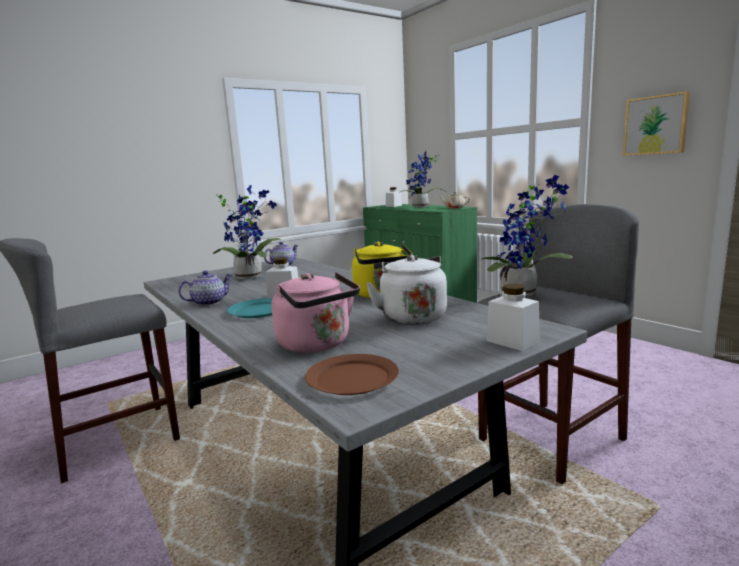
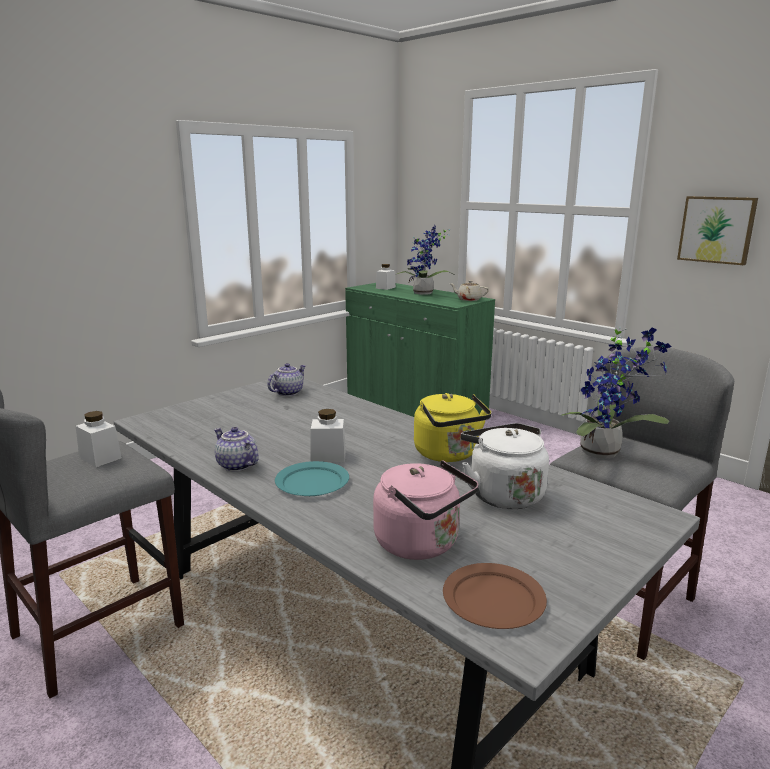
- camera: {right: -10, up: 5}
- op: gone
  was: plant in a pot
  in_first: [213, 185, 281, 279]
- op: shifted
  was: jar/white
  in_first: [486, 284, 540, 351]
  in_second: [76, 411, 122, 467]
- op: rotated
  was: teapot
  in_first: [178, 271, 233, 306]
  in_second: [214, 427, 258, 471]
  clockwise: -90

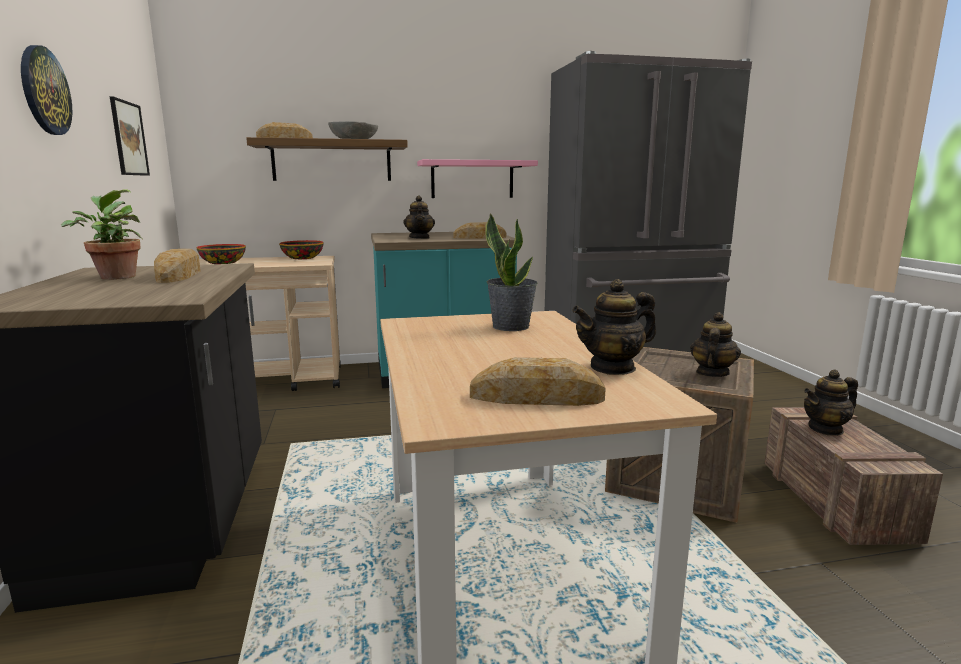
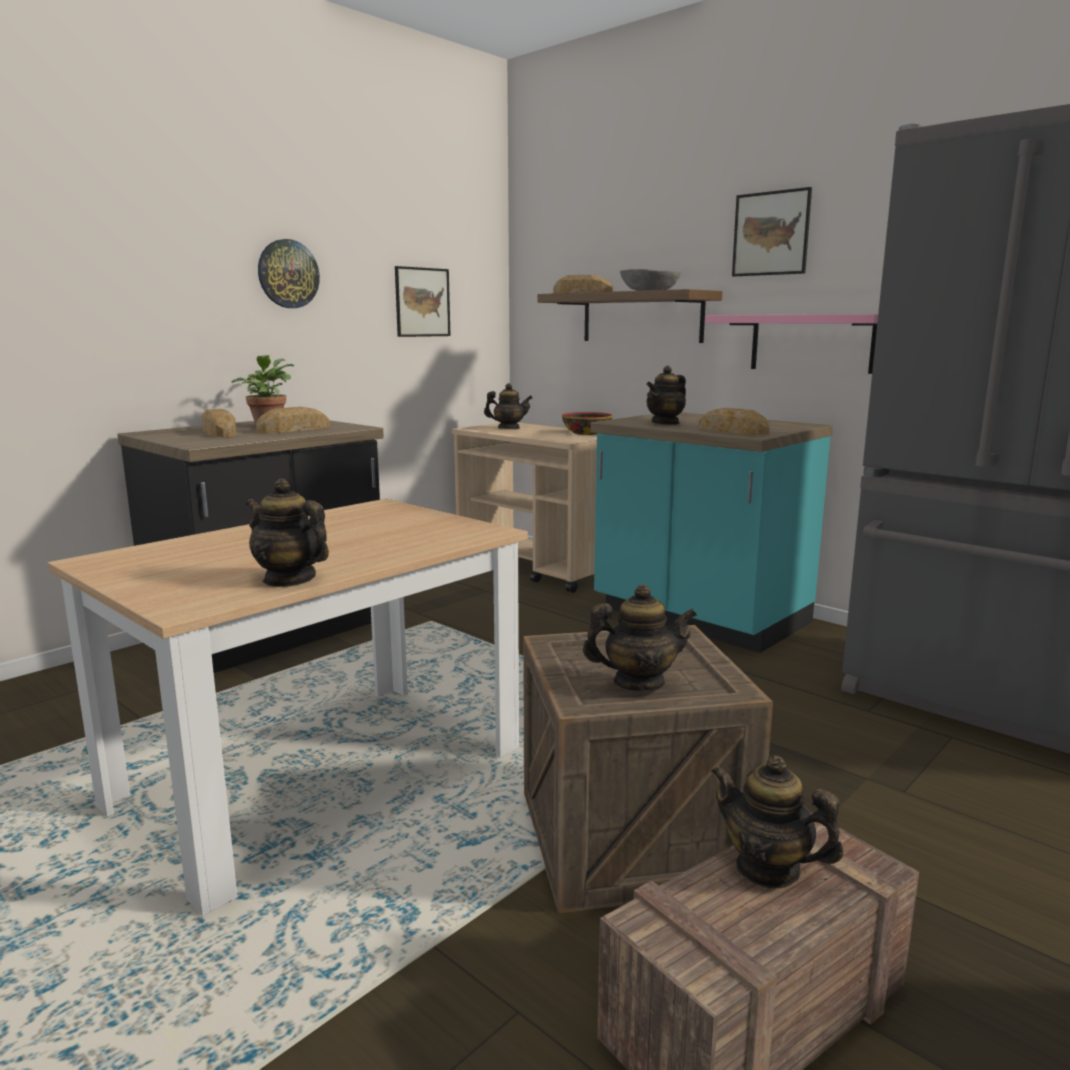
- camera: {right: 55, up: 0}
- op: gone
  was: plant in a pot
  in_first: [486, 213, 537, 331]
- op: new
  now: wall picture
  in_second: [732, 187, 812, 276]
- op: shifted
  was: bread
  in_first: [470, 357, 606, 406]
  in_second: [202, 409, 237, 437]
- op: swapped
  was: serving bowl
  now: teapot
  in_first: [197, 244, 246, 264]
  in_second: [484, 383, 533, 429]

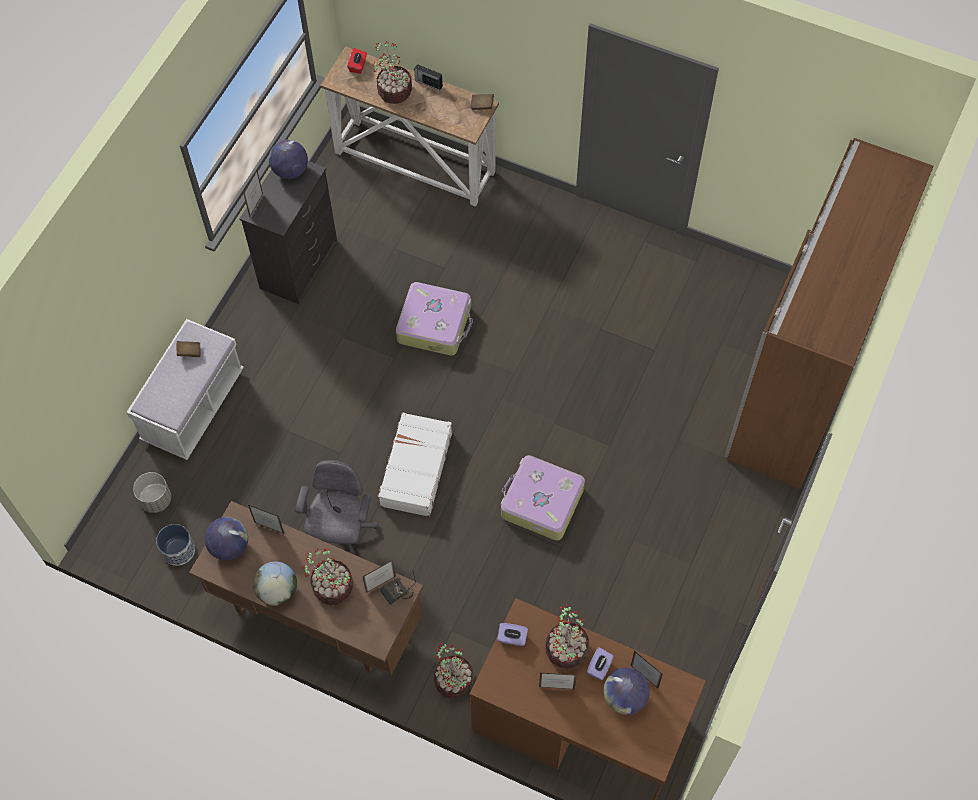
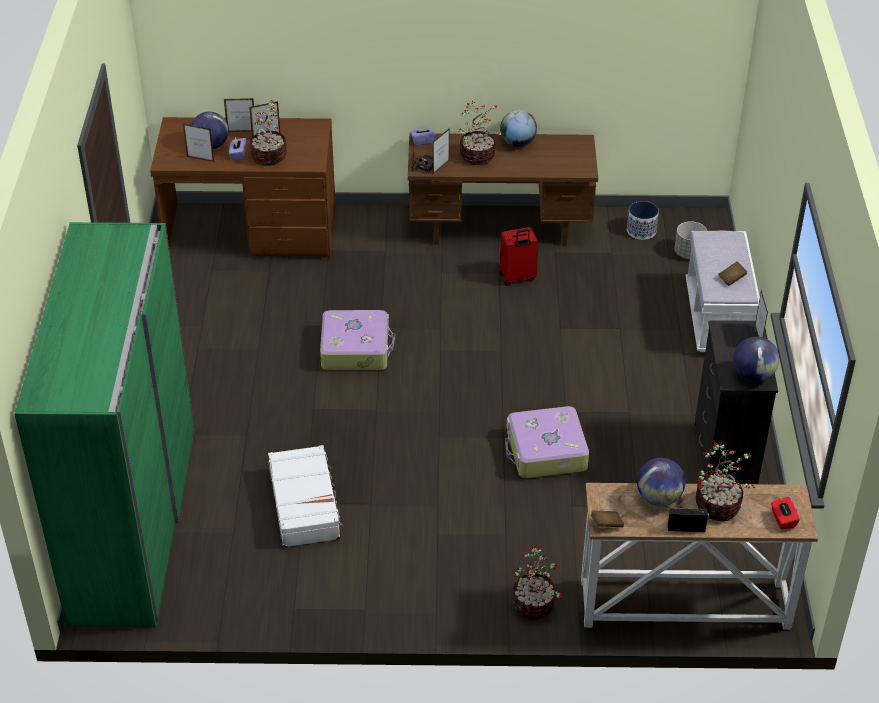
- camera: {right: 155, up: -20}
- op: shifted
  was: globe
  in_first: [204, 517, 248, 560]
  in_second: [637, 458, 686, 506]
- op: shifted
  was: standing frame
  in_first: [248, 505, 284, 534]
  in_second: [224, 98, 254, 132]
- op: shifted
  was: piece of luggage/white
  in_first: [378, 412, 452, 517]
  in_second: [268, 445, 343, 548]
- op: shifted
  was: plant in a pot
  in_first: [434, 643, 474, 698]
  in_second: [512, 545, 563, 620]
- op: shifted
  was: box of tissues/purple-coloured
  in_first: [497, 623, 528, 646]
  in_second: [410, 125, 436, 146]
- op: swapped
  was: computer chair/gray
  now: piece of luggage/reddish
  in_first: [295, 460, 379, 555]
  in_second: [500, 227, 539, 286]
- op: repainted
  was: clothes cupboard/brown
  now: clothes cupboard/green-coloured
  in_first: [724, 138, 933, 489]
  in_second: [14, 222, 195, 628]

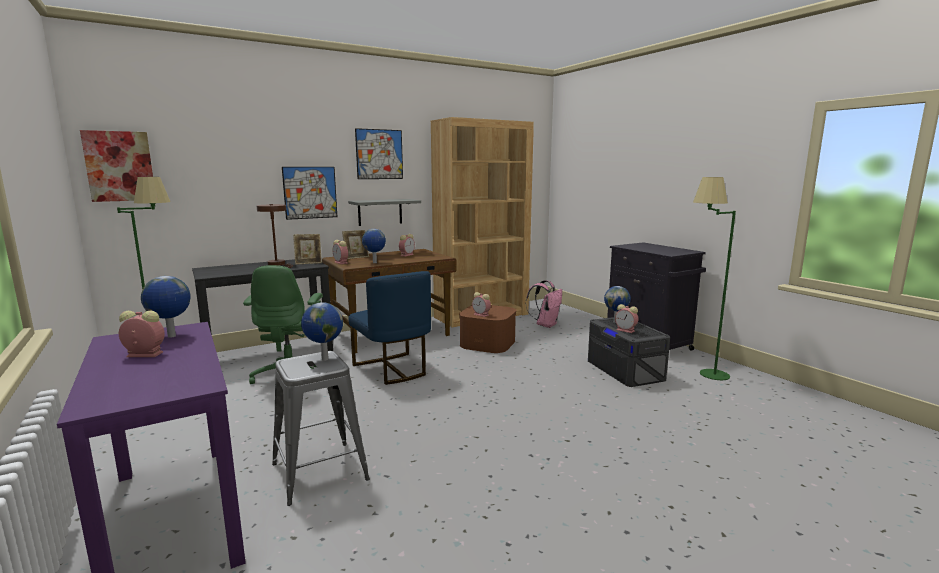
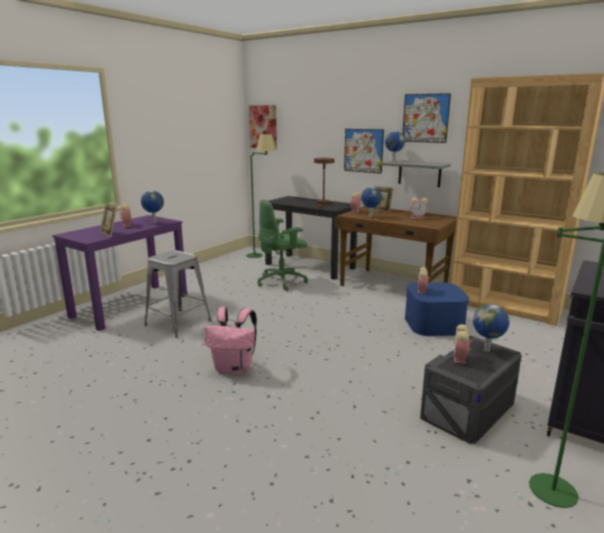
- camera: {right: 65, up: 5}
- op: gone
  was: upright chair/bluish
  in_first: [348, 271, 431, 385]
- op: shifted
  was: standing frame
  in_first: [293, 234, 322, 265]
  in_second: [100, 203, 117, 237]
- op: shifted
  was: globe
  in_first: [301, 302, 343, 361]
  in_second: [385, 131, 405, 162]
- op: shifted
  was: rucksack/pinkish
  in_first: [526, 280, 562, 328]
  in_second: [205, 307, 257, 375]
- op: repainted
  was: storage box/brown
  now: storage box/bluish
  in_first: [459, 305, 516, 353]
  in_second: [405, 282, 469, 336]

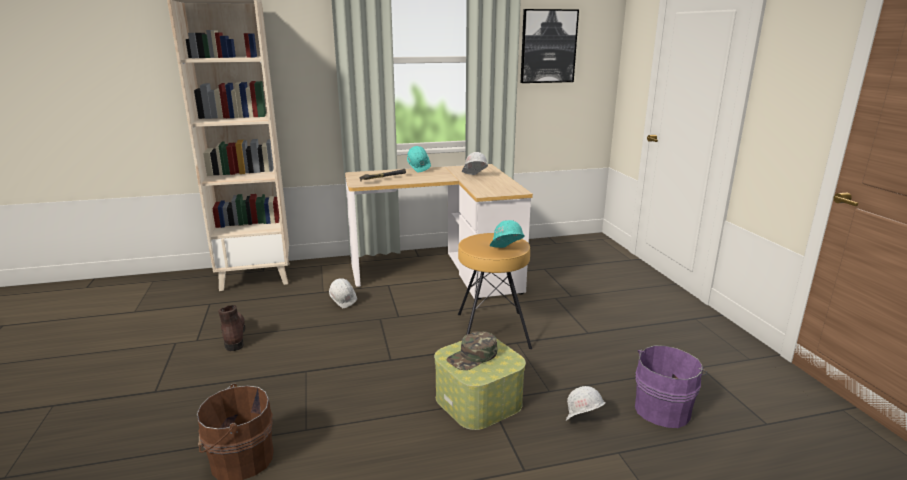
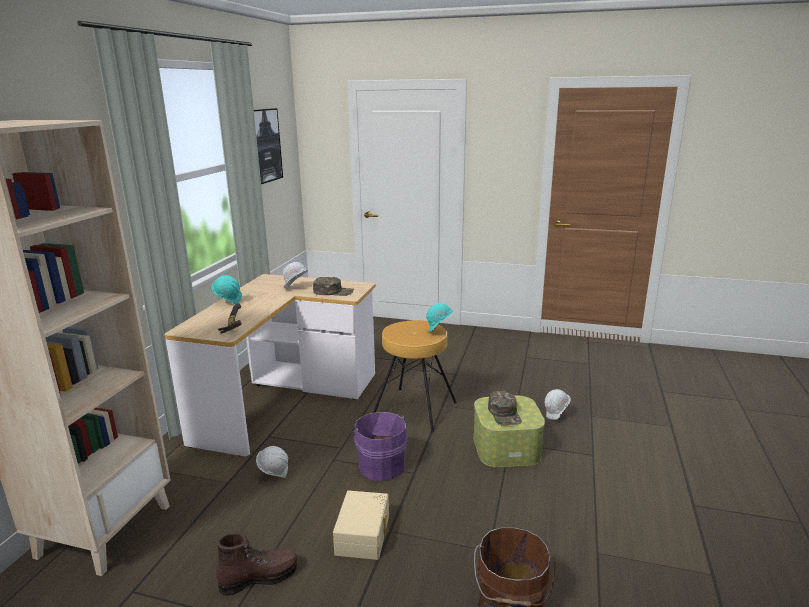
- camera: {right: -60, up: 0}
- op: new
  now: cap/green-coloured
  in_second: [313, 277, 354, 296]
- op: new
  now: storage box/beige
  in_second: [333, 490, 389, 560]
- op: shifted
  was: water bucket/purple-coloured
  in_first: [635, 345, 707, 428]
  in_second: [350, 412, 407, 481]
- op: rotated
  was: high-top boot/brown
  in_first: [218, 305, 245, 351]
  in_second: [216, 533, 297, 596]
  clockwise: 150

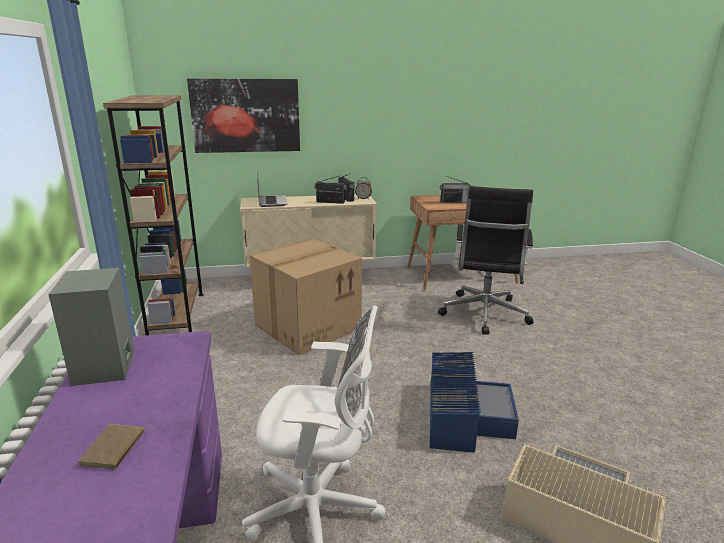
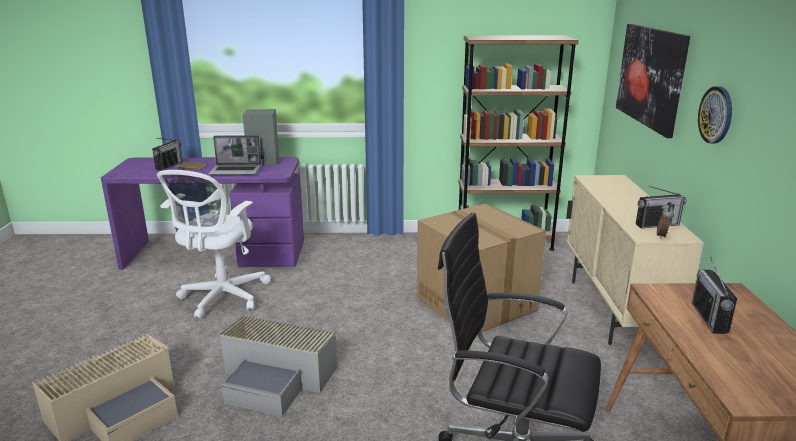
- camera: {right: 100, up: 0}
- op: new
  now: hanging clock
  in_second: [698, 86, 732, 143]
- op: shifted
  was: notebook computer
  in_first: [257, 171, 287, 207]
  in_second: [208, 135, 261, 175]
- op: shifted
  was: radio set
  in_first: [314, 176, 347, 204]
  in_second: [152, 138, 183, 171]
- op: repainted
  was: storage box/bluish
  now: storage box/gray
  in_first: [430, 352, 519, 453]
  in_second: [220, 315, 337, 416]

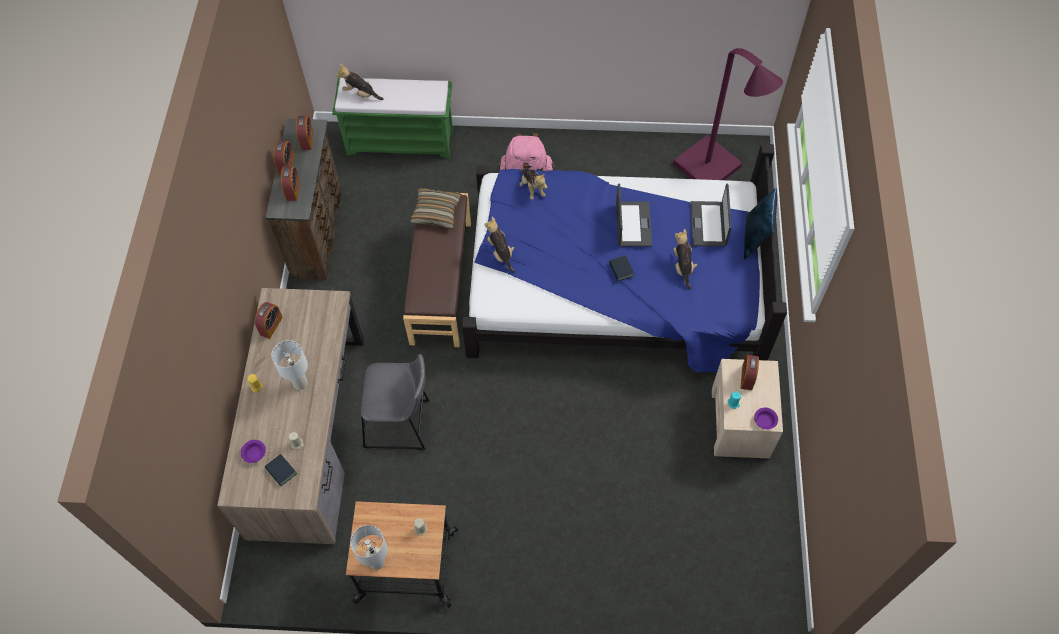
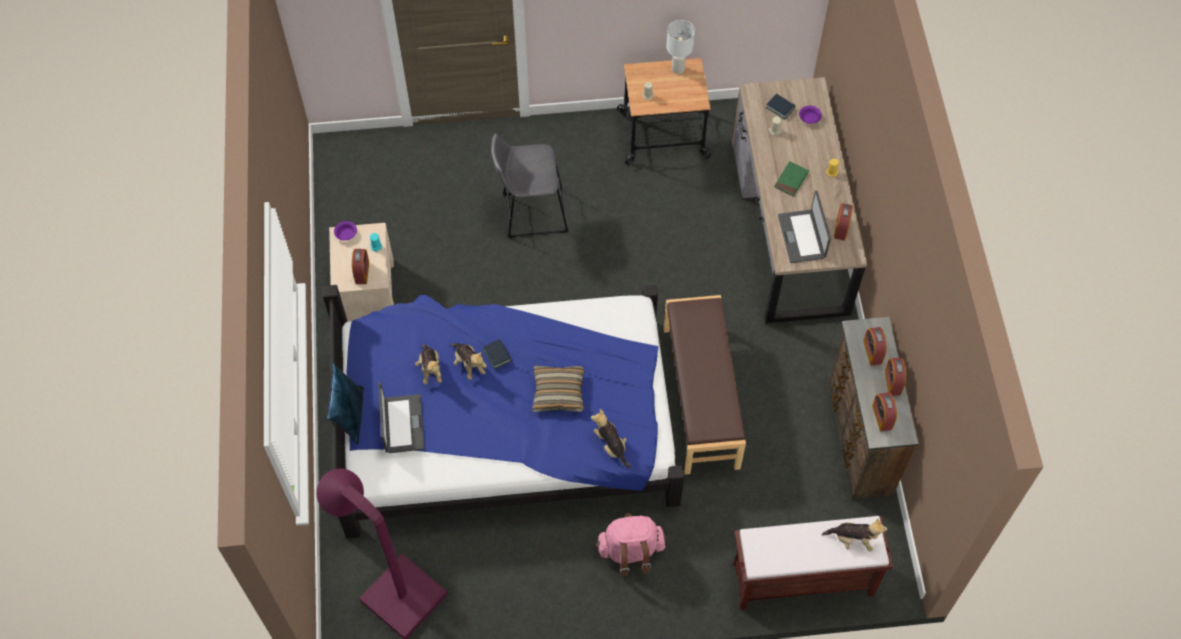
- camera: {right: 170, up: 0}
- op: shifted
  was: sitting stool/gray
  in_first: [361, 354, 430, 450]
  in_second: [491, 134, 569, 238]
- op: shifted
  was: pillow
  in_first: [411, 188, 461, 228]
  in_second: [532, 366, 584, 412]
- op: shifted
  was: soft toy
  in_first: [485, 217, 515, 273]
  in_second: [451, 343, 487, 380]
- op: shifted
  was: notebook computer
  in_first: [616, 183, 652, 247]
  in_second: [778, 191, 831, 263]
- op: swapped
  was: tabletop lamp/white
  now: volume/green-coloured
  in_first: [271, 340, 308, 390]
  in_second: [774, 161, 809, 197]
- op: repainted
  was: bench/green-coloured
  now: bench/brown
  in_first: [332, 78, 453, 158]
  in_second: [733, 516, 893, 610]

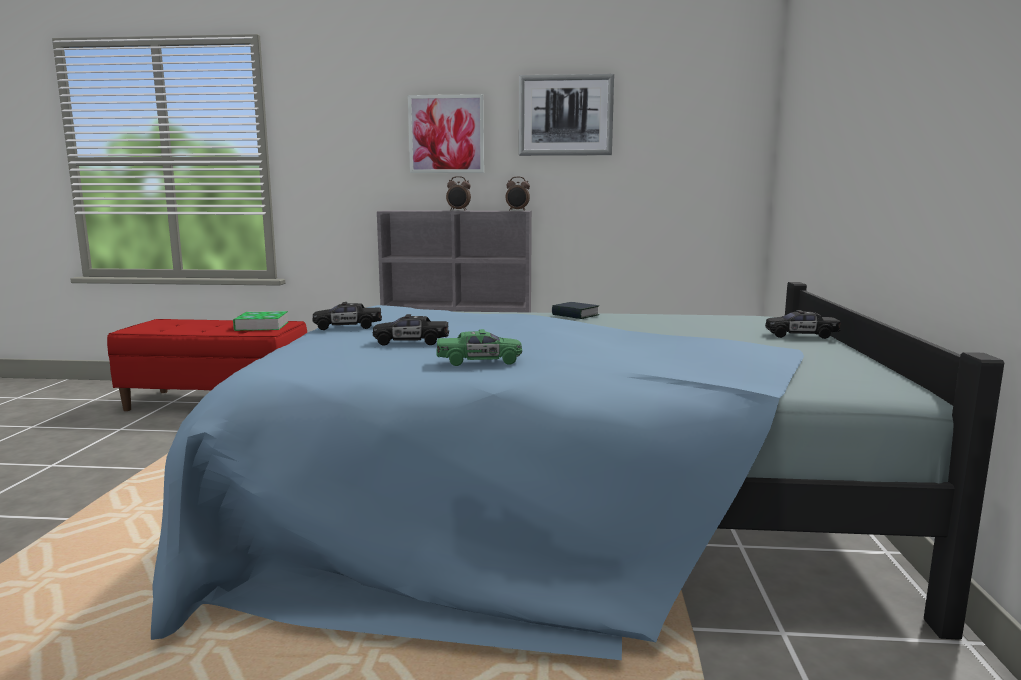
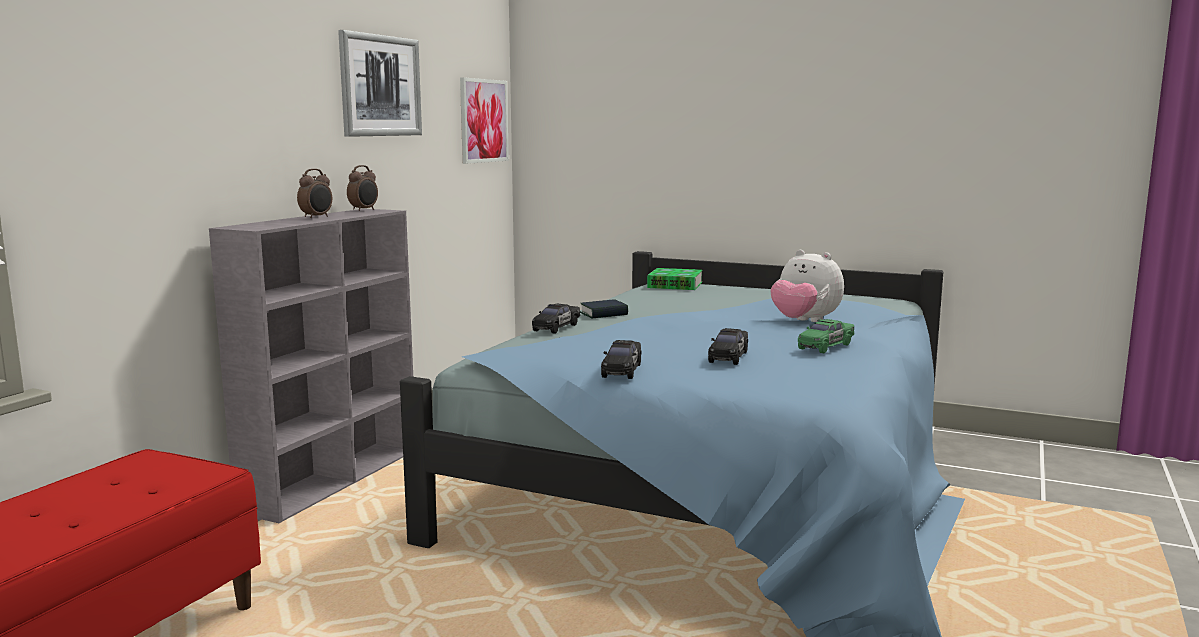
- camera: {right: -70, up: 0}
- op: new
  now: soft toy
  in_second: [770, 250, 844, 322]
- op: shifted
  was: volume
  in_first: [233, 311, 288, 331]
  in_second: [647, 268, 702, 290]
- op: shifted
  was: wall picture
  in_first: [408, 94, 484, 173]
  in_second: [460, 77, 509, 164]
- op: shifted
  was: model car/blackish
  in_first: [765, 310, 841, 339]
  in_second: [532, 304, 580, 334]
- op: rotated
  was: model car/green-coloured
  in_first: [436, 329, 522, 366]
  in_second: [798, 319, 855, 353]
  clockwise: -150

